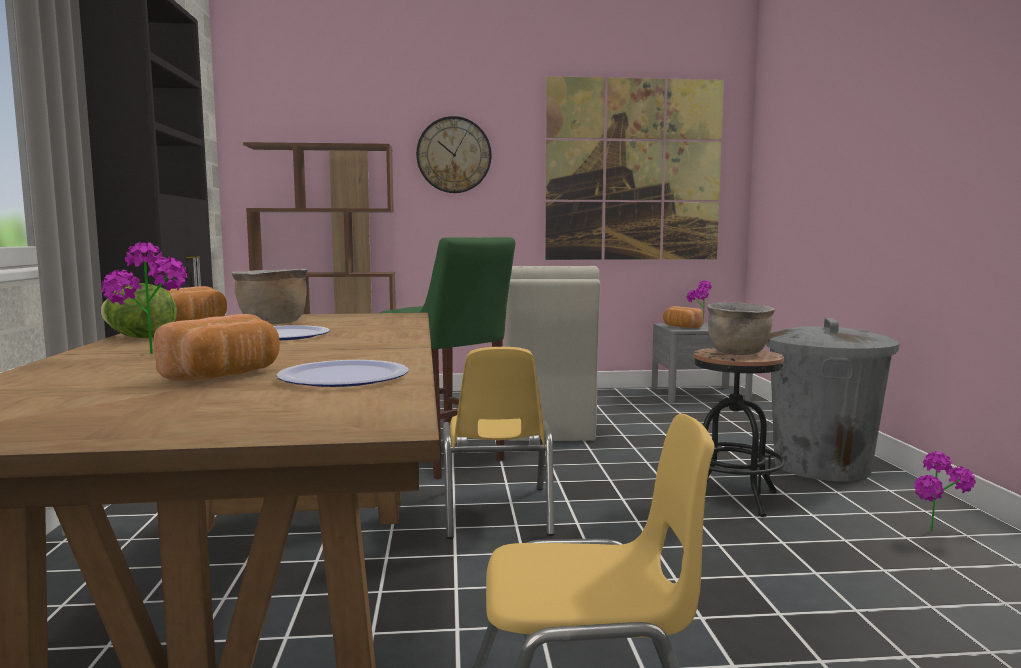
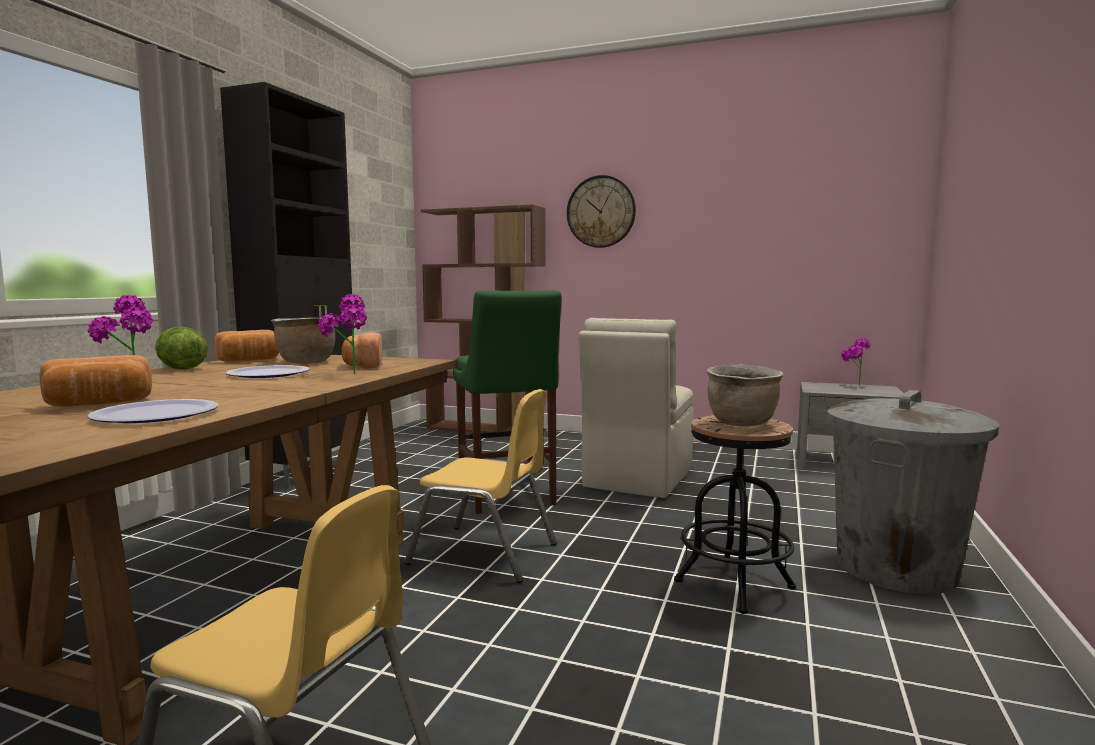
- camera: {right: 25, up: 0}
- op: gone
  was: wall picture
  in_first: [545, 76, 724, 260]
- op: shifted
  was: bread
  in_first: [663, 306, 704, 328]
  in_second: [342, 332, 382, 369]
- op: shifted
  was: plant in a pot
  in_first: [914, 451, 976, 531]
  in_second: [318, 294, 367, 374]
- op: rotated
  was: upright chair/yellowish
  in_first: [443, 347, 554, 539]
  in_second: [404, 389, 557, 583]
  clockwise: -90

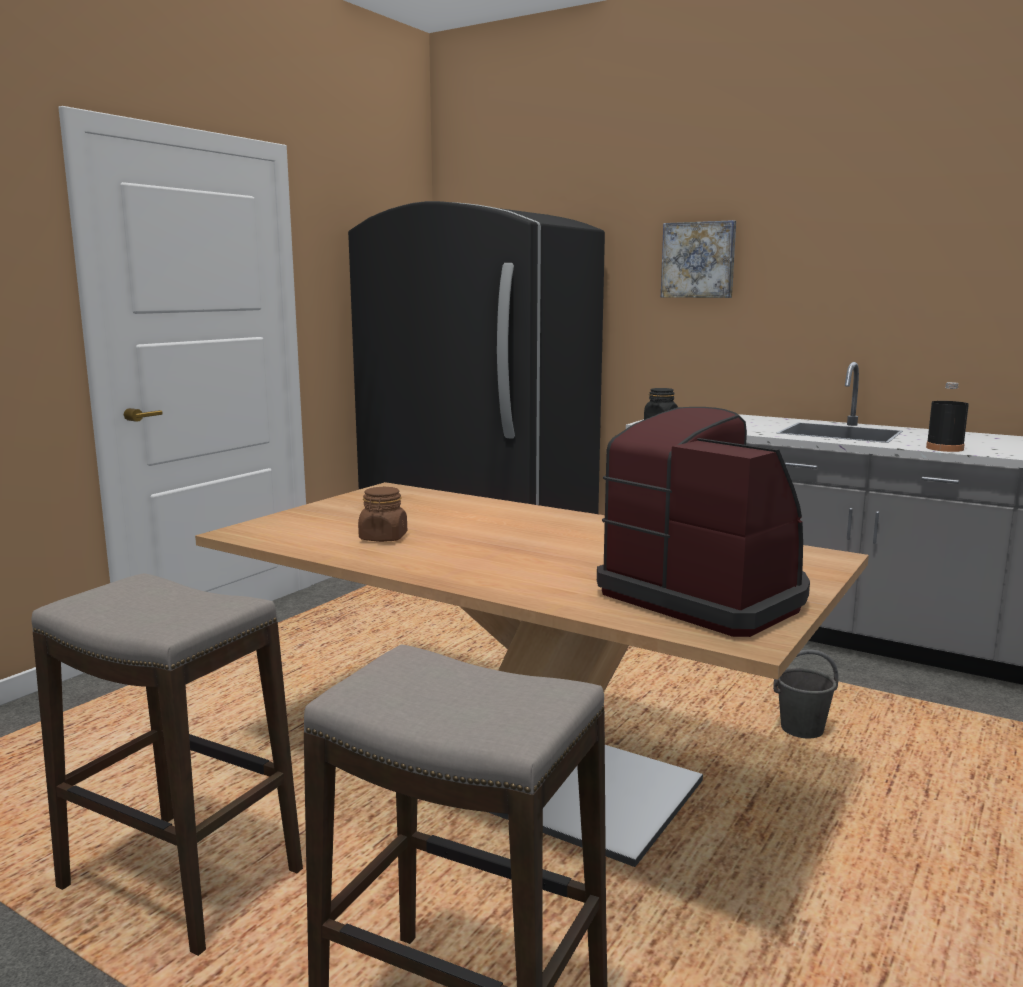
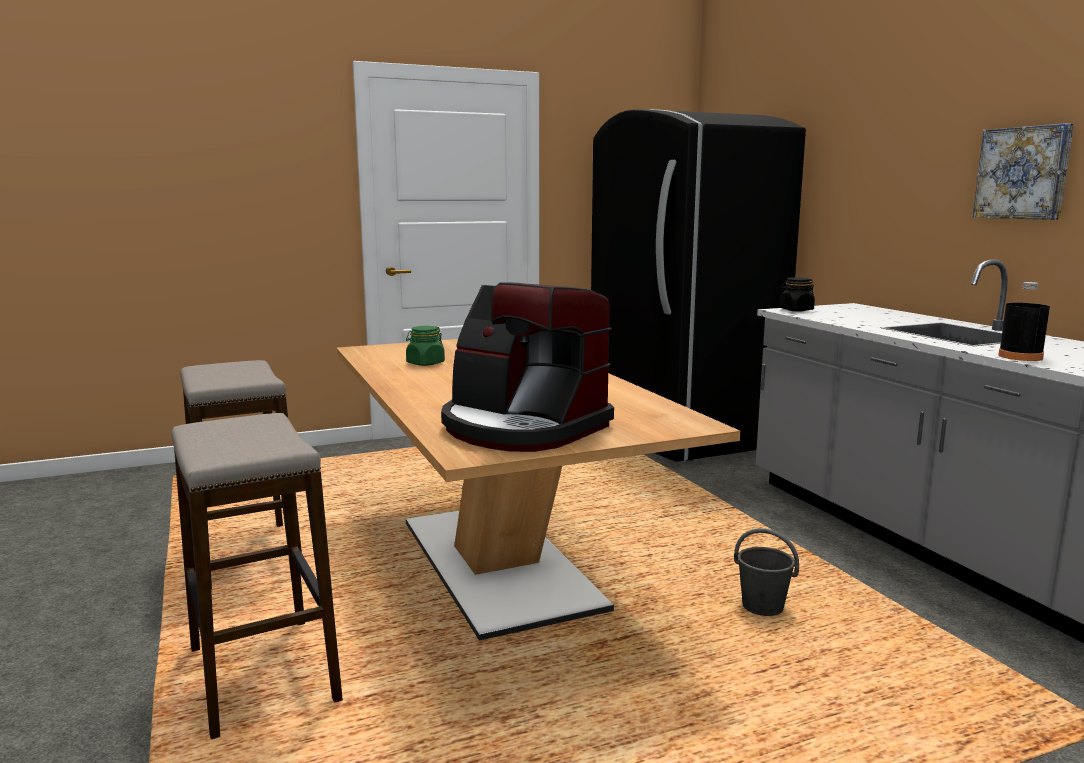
- camera: {right: 35, up: 0}
- op: shifted
  was: wall picture
  in_first: [661, 220, 736, 298]
  in_second: [973, 123, 1074, 220]
- op: repainted
  was: jar/brown
  now: jar/green-coloured
  in_first: [358, 487, 407, 542]
  in_second: [406, 326, 445, 366]
- op: rotated
  was: coffee brewer
  in_first: [597, 407, 810, 637]
  in_second: [441, 282, 614, 452]
  clockwise: 135

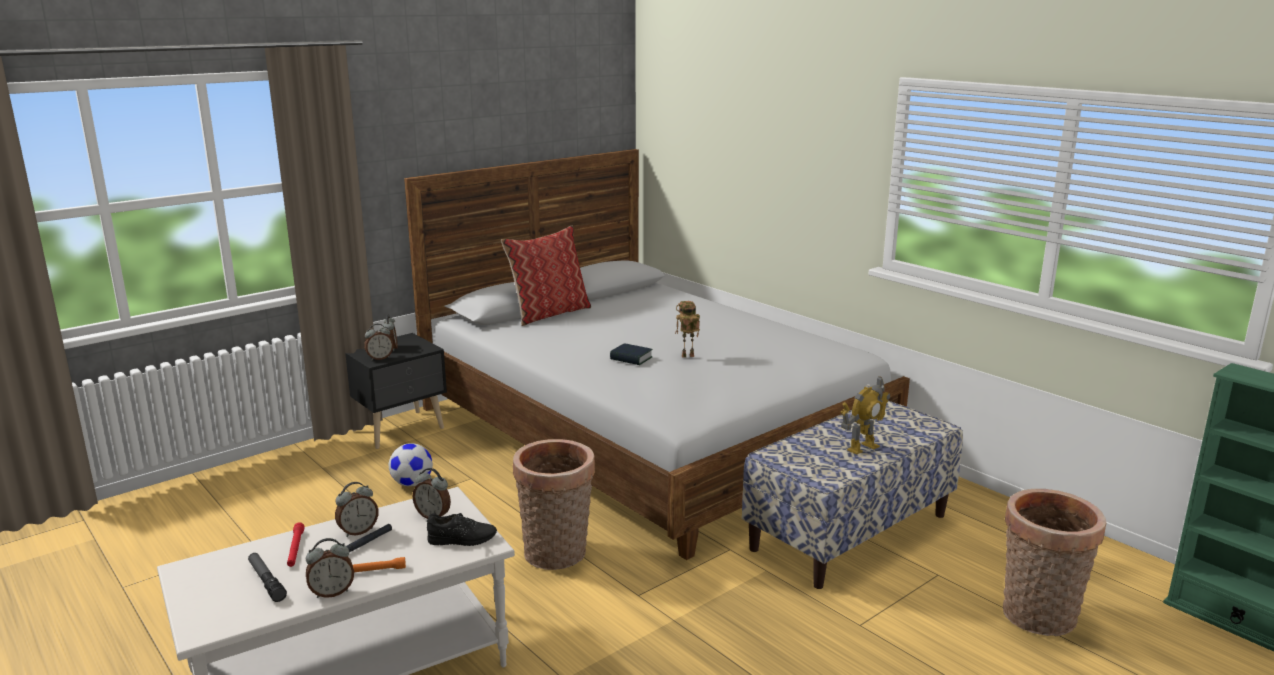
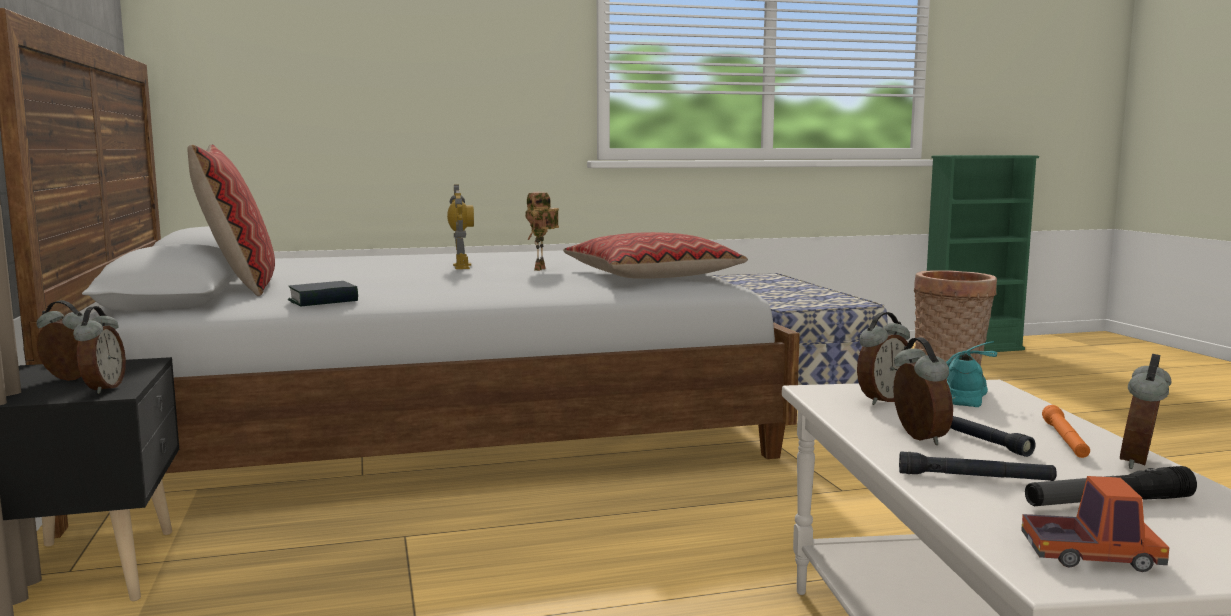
- camera: {right: -65, up: -10}
- op: gone
  was: football
  in_first: [389, 443, 433, 486]
- op: gone
  was: storage basket
  in_first: [513, 439, 595, 570]
- op: new
  now: pillow
  in_second: [563, 232, 748, 279]
- op: new
  now: toy truck
  in_second: [1021, 476, 1169, 572]
- op: shifted
  was: volume
  in_first: [610, 343, 653, 365]
  in_second: [288, 281, 358, 307]
- op: shifted
  was: robot figure
  in_first: [841, 376, 890, 455]
  in_second: [447, 184, 474, 269]
- op: repainted
  was: flashlight/reddish
  now: flashlight/blackish
  in_first: [287, 522, 305, 567]
  in_second: [899, 451, 1057, 481]
- op: repainted
  was: low shoe/blackish
  now: low shoe/turquoise-coloured
  in_first: [427, 513, 497, 546]
  in_second: [946, 341, 998, 407]
- op: rotated
  was: alarm clock
  in_first: [306, 538, 354, 598]
  in_second: [1120, 354, 1171, 469]
  clockwise: -150

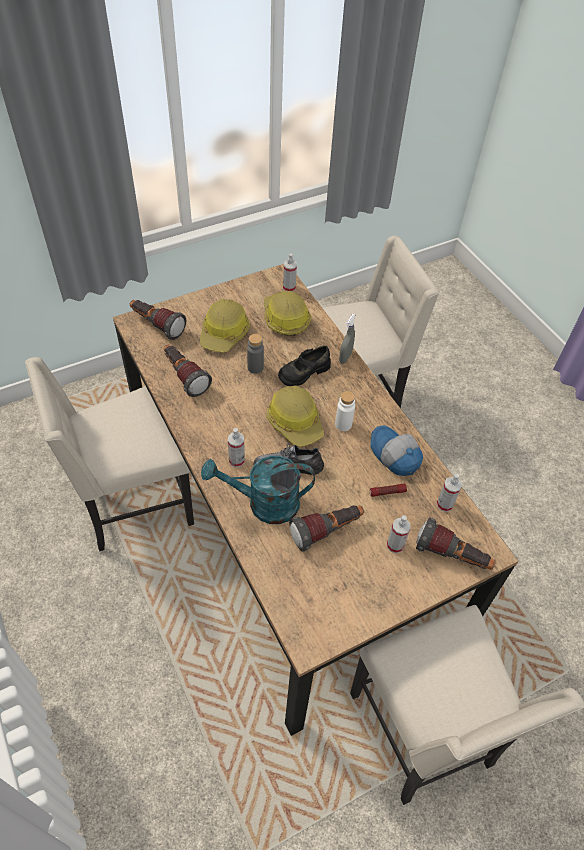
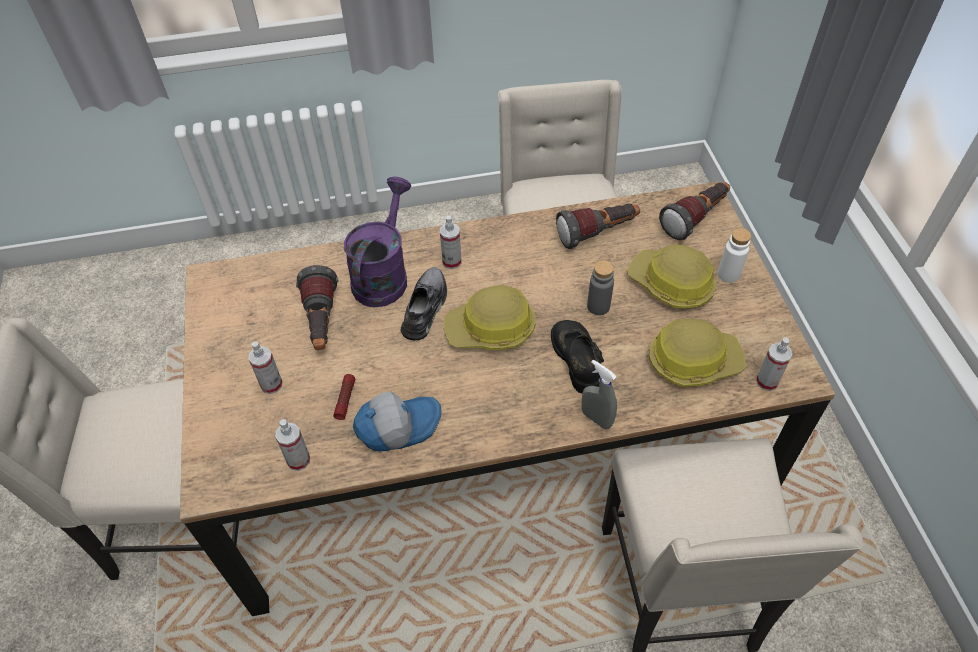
- camera: {right: 110, up: 0}
- op: gone
  was: flashlight
  in_first: [416, 518, 496, 570]
- op: shifted
  was: beverage bottle/white
  in_first: [335, 391, 355, 431]
  in_second: [718, 228, 751, 283]
- op: repainted
  was: watering can/turquoise-coloured
  now: watering can/purple-coloured
  in_first: [201, 456, 315, 524]
  in_second: [344, 177, 411, 307]

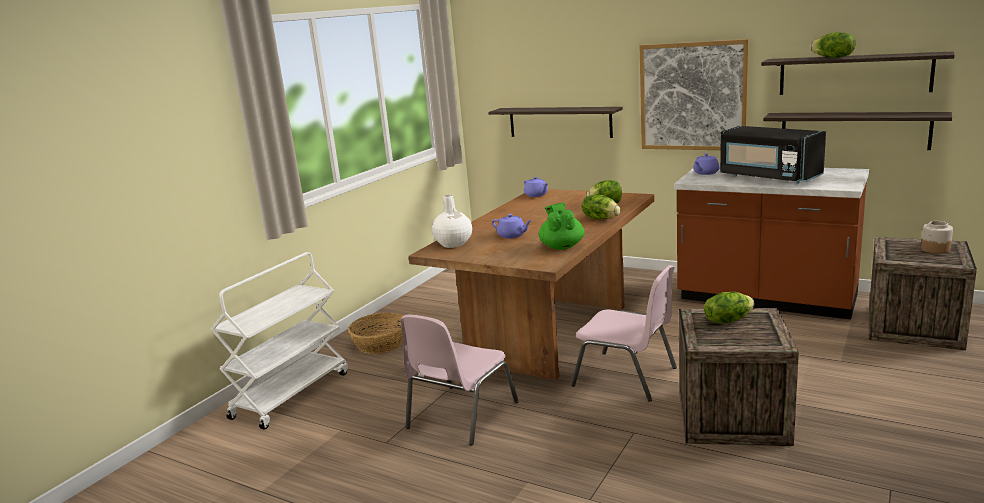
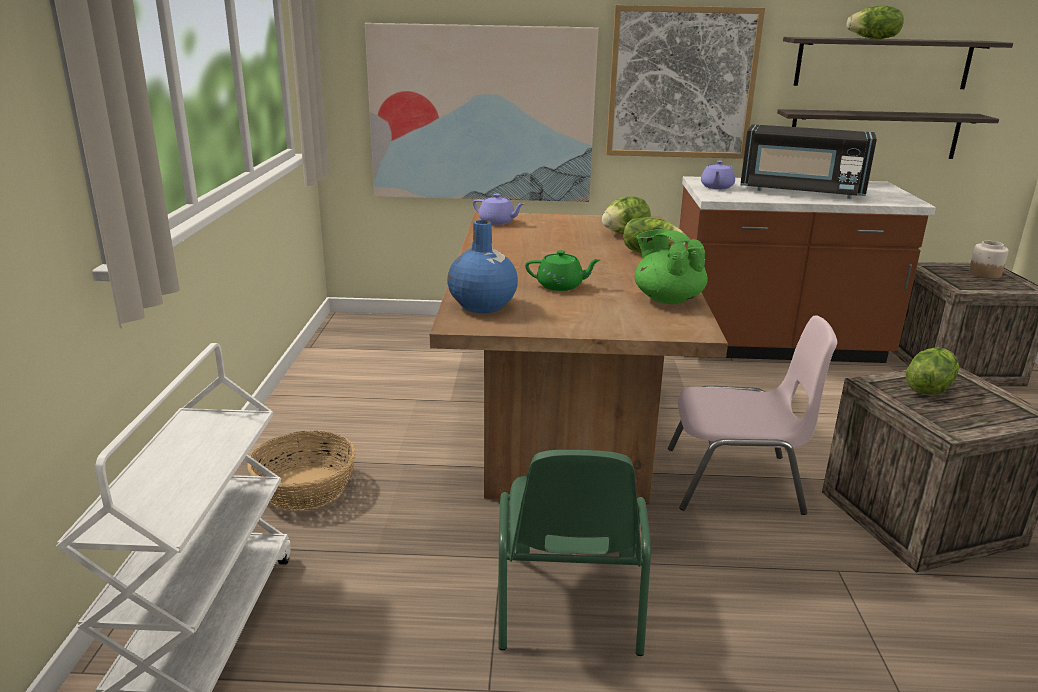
- camera: {right: -30, up: 5}
- op: swapped
  was: wall shelf
  now: wall picture
  in_first: [488, 107, 623, 138]
  in_second: [365, 23, 598, 202]
- op: repainted
  was: upright chair/pinkish
  now: upright chair/green-coloured
  in_first: [400, 314, 519, 445]
  in_second: [498, 450, 651, 656]
- op: repainted
  was: decorative vase/white
  now: decorative vase/bluish
  in_first: [432, 195, 472, 248]
  in_second: [447, 220, 518, 313]
- op: repainted
  was: teapot/purple-coloured
  now: teapot/green-coloured
  in_first: [492, 214, 532, 239]
  in_second: [525, 250, 601, 291]

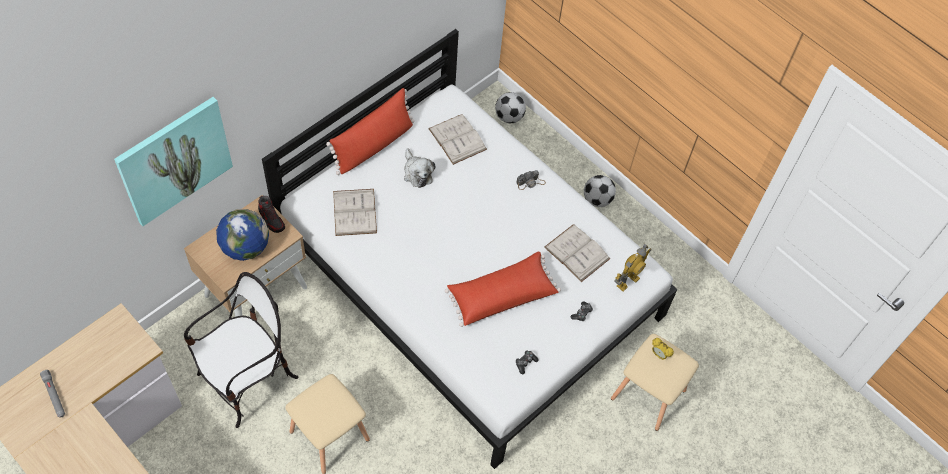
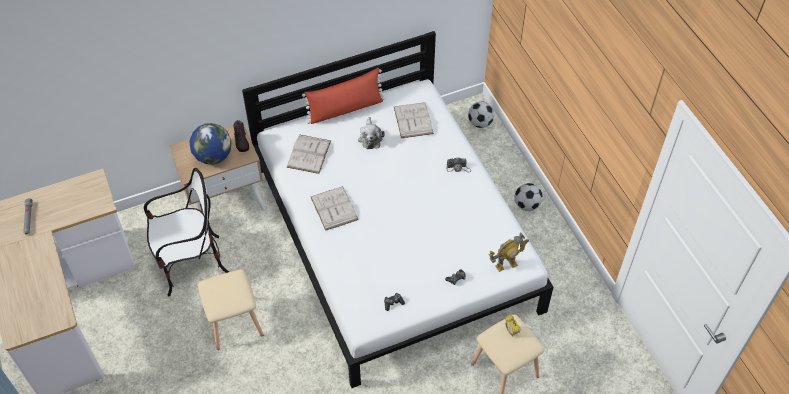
- camera: {right: 25, up: -5}
- op: gone
  was: wall picture
  in_first: [114, 97, 233, 226]
- op: gone
  was: pillow/reddish
  in_first: [445, 252, 561, 327]
- op: shifted
  was: volume/white
  in_first: [545, 224, 611, 282]
  in_second: [311, 186, 359, 231]

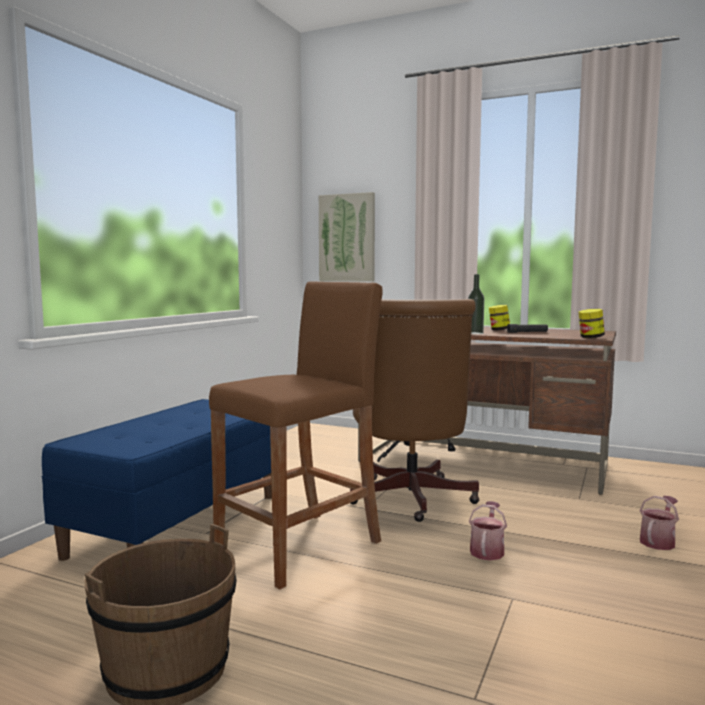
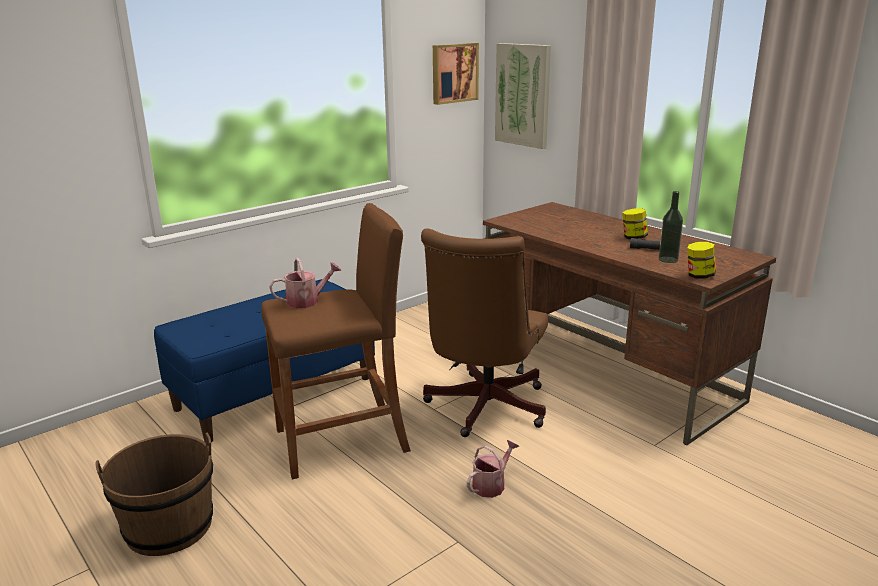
- camera: {right: 25, up: 15}
- op: new
  now: wall picture
  in_second: [433, 43, 479, 105]
- op: shifted
  was: beverage bottle
  in_first: [468, 274, 484, 334]
  in_second: [659, 191, 683, 263]
- op: shifted
  was: watering can
  in_first: [639, 495, 679, 550]
  in_second: [269, 258, 342, 309]

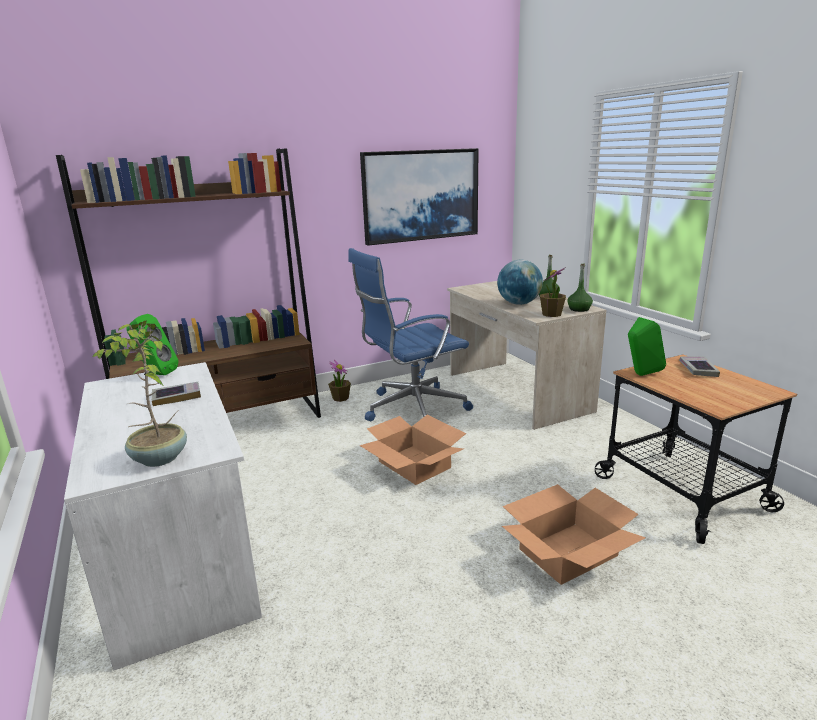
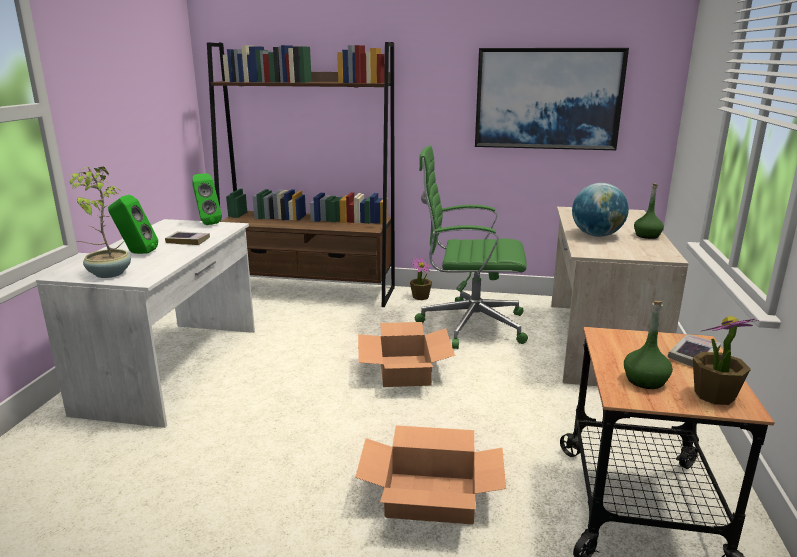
- camera: {right: 35, up: 0}
- op: shifted
  was: plant in a pot
  in_first: [540, 268, 566, 317]
  in_second: [693, 316, 759, 405]
- op: shifted
  was: beverage bottle/green-coloured
  in_first: [567, 264, 593, 312]
  in_second: [624, 301, 673, 389]
- op: shifted
  was: audio speaker/green-coloured
  in_first: [628, 317, 666, 376]
  in_second: [108, 195, 158, 254]
- op: repainted
  was: computer chair/bluish
  now: computer chair/green-coloured
  in_first: [348, 248, 473, 421]
  in_second: [415, 145, 528, 349]

